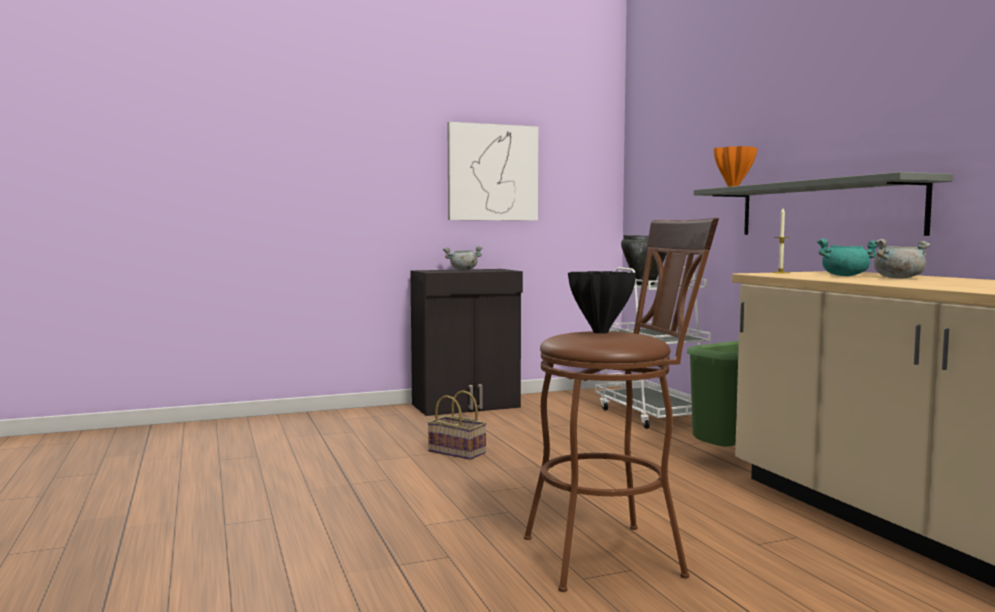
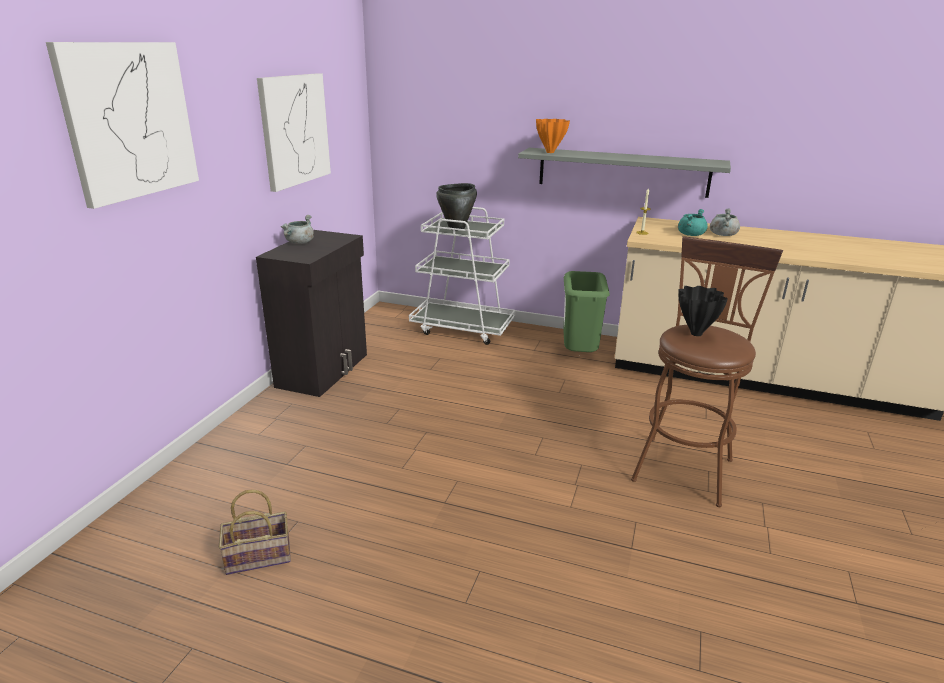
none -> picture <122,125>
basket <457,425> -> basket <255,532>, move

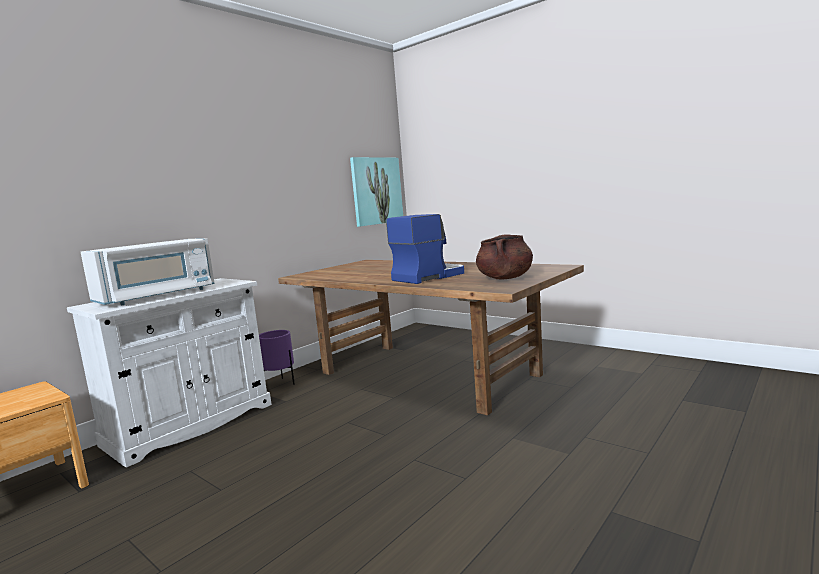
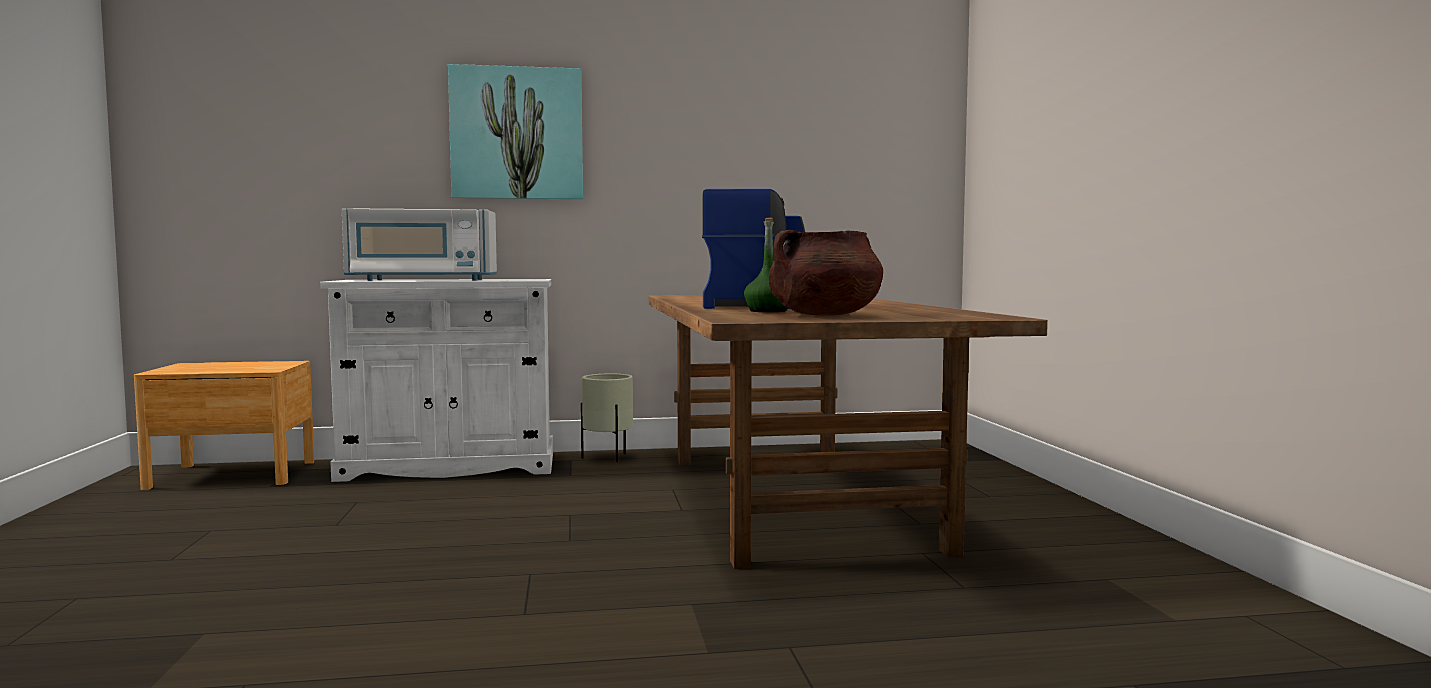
picture <376,192> -> picture <515,131>, move
purple planter <277,357> -> beige planter <607,418>
none -> green bottle <765,265>

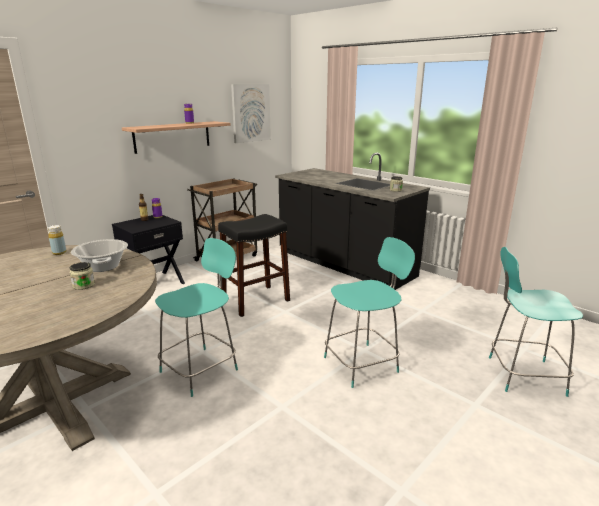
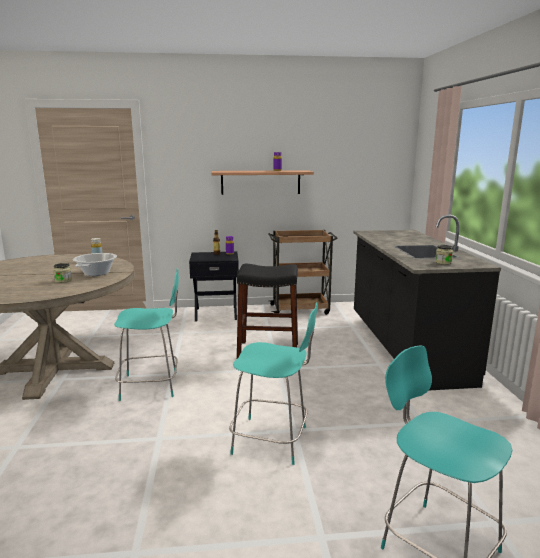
picture <251,113> -> none

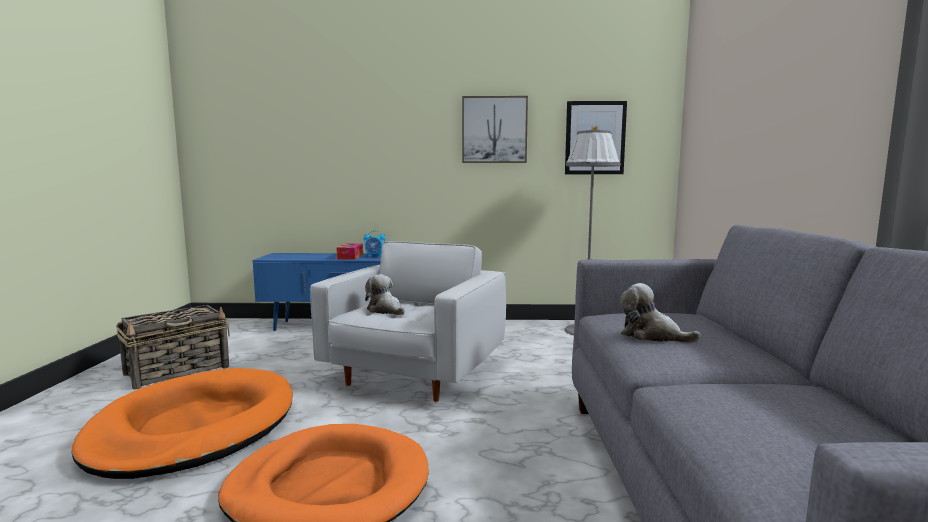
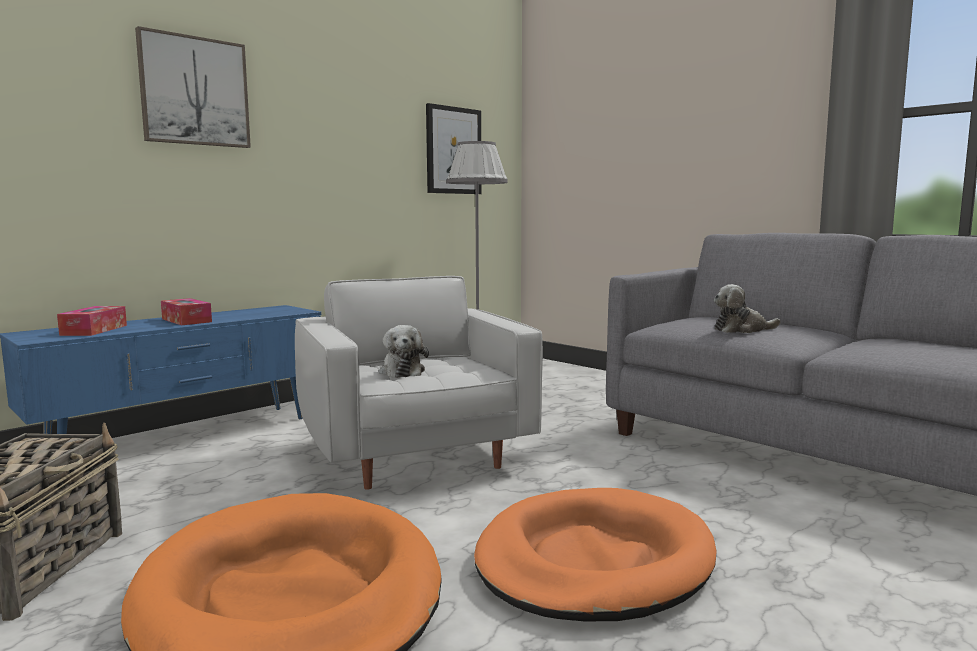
none -> tissue box <92,321>
picture <495,129> -> picture <193,87>, move
plush toy <385,294> -> plush toy <404,351>, 105 degrees counterclockwise
alarm clock <374,243> -> none

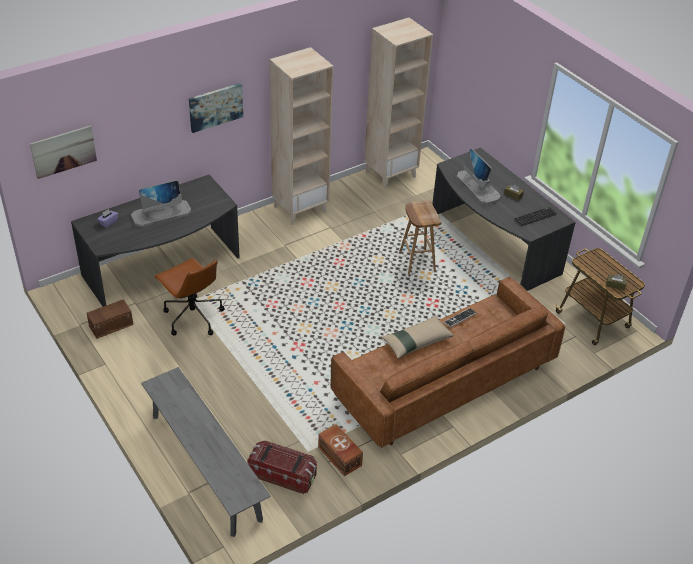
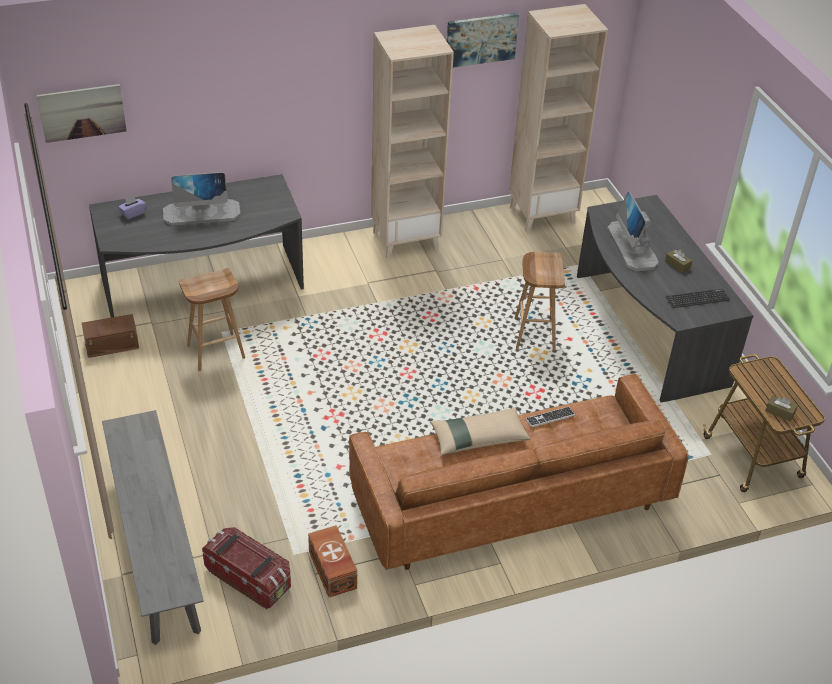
brown office chair <189,297> -> brown stool <212,319>
picture <216,108> -> picture <483,40>, move

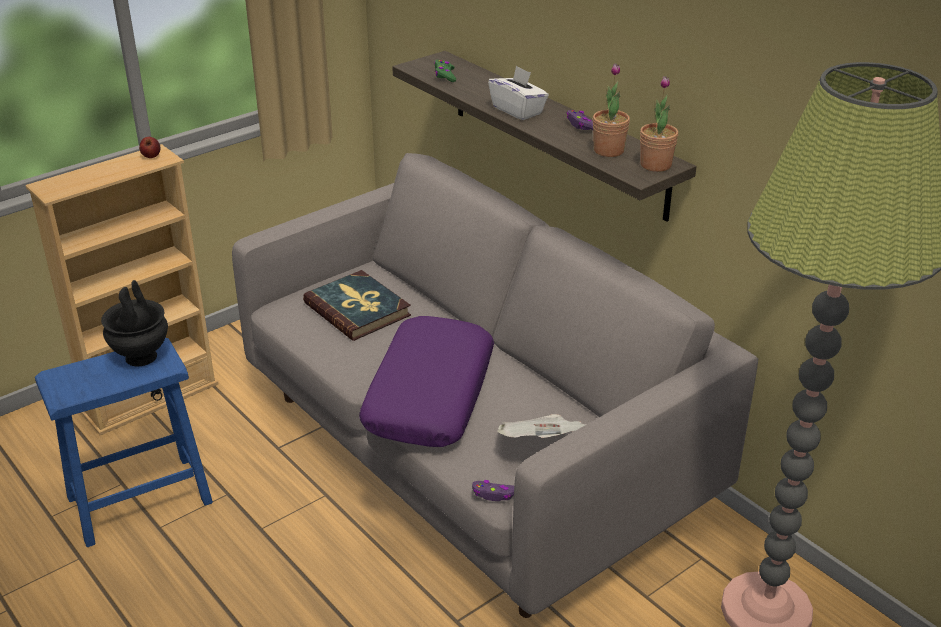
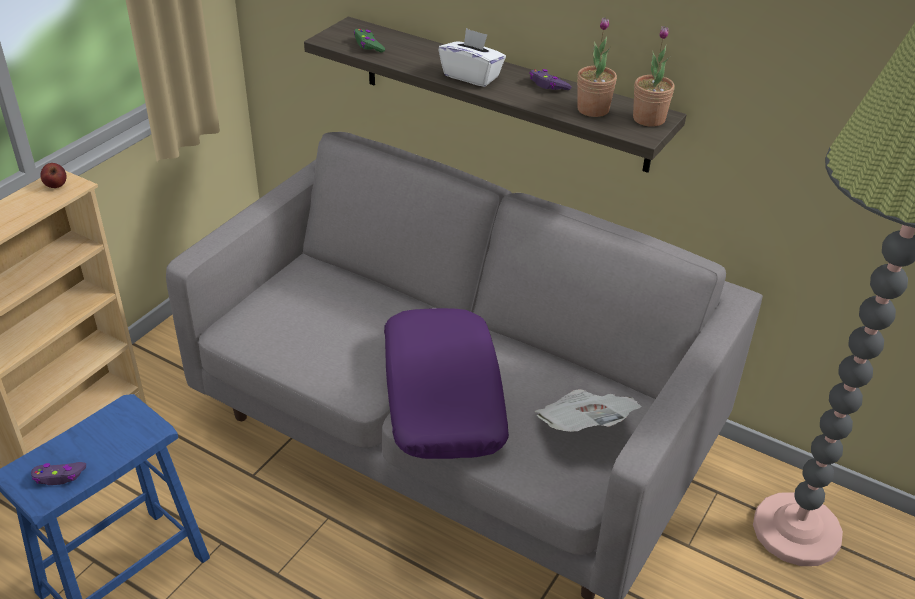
purple game controller <493,490> -> purple game controller <58,473>, move
black vase <134,323> -> none
book <357,305> -> none

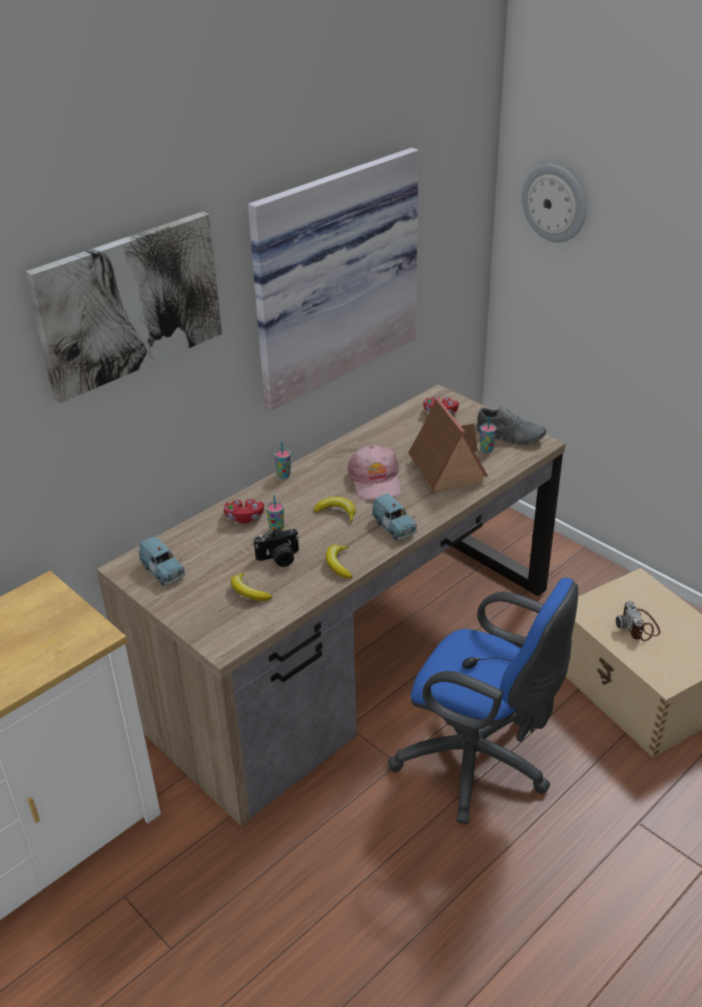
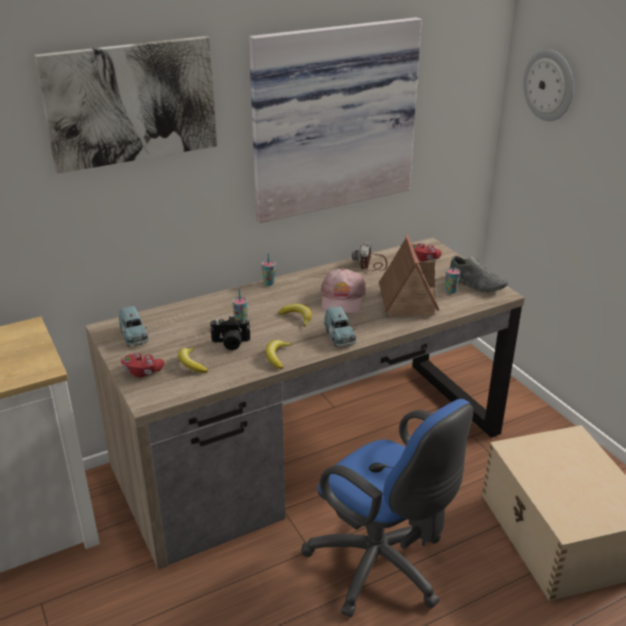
red game controller <244,511> -> red game controller <142,365>, move
photo camera <638,621> -> photo camera <370,256>, move

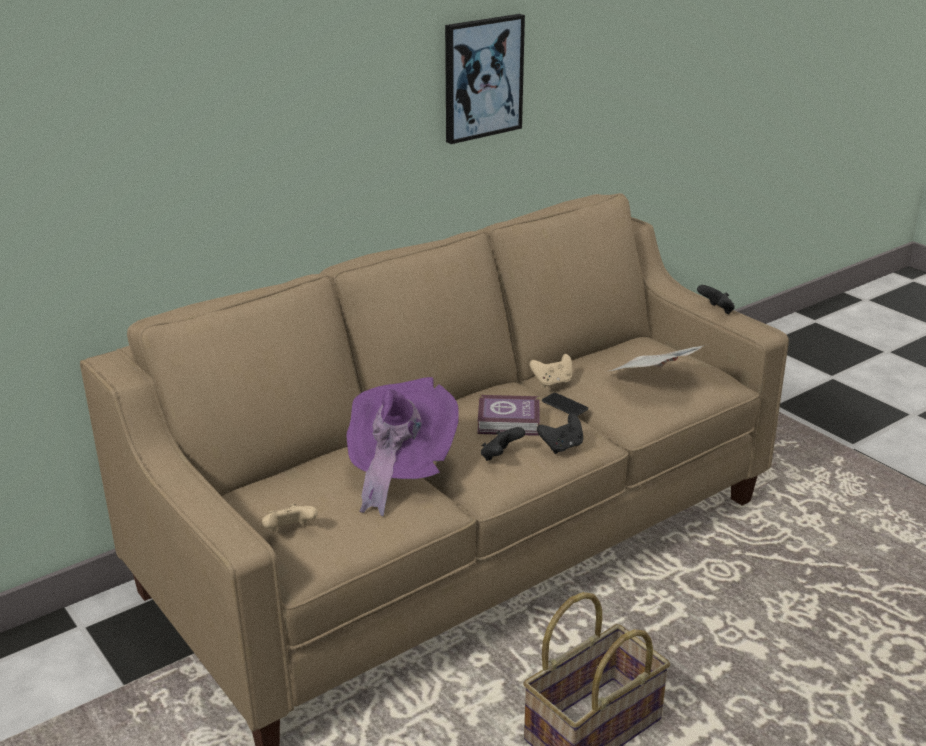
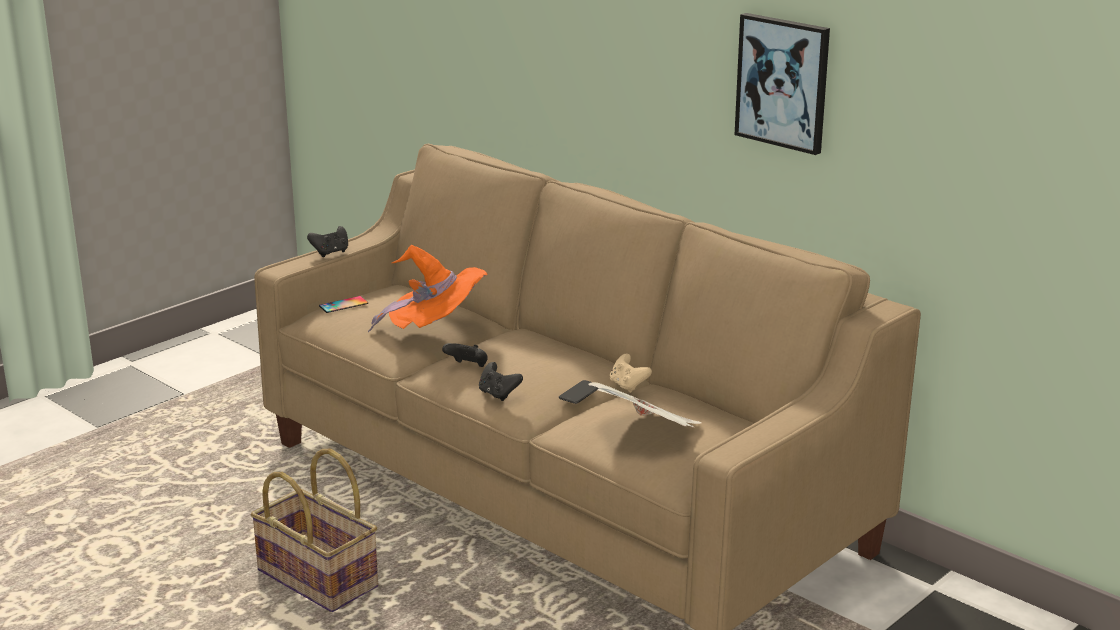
black game controller <716,299> -> black game controller <327,241>, move
beige game controller <290,517> -> phone <343,304>
purple hat <402,446> -> orange hat <428,288>
book <508,415> -> none

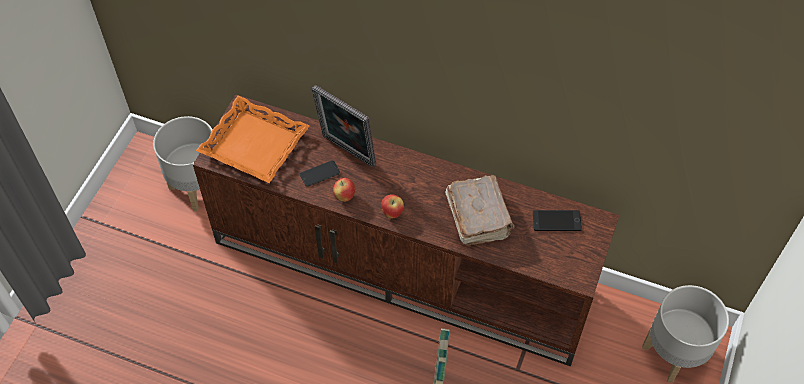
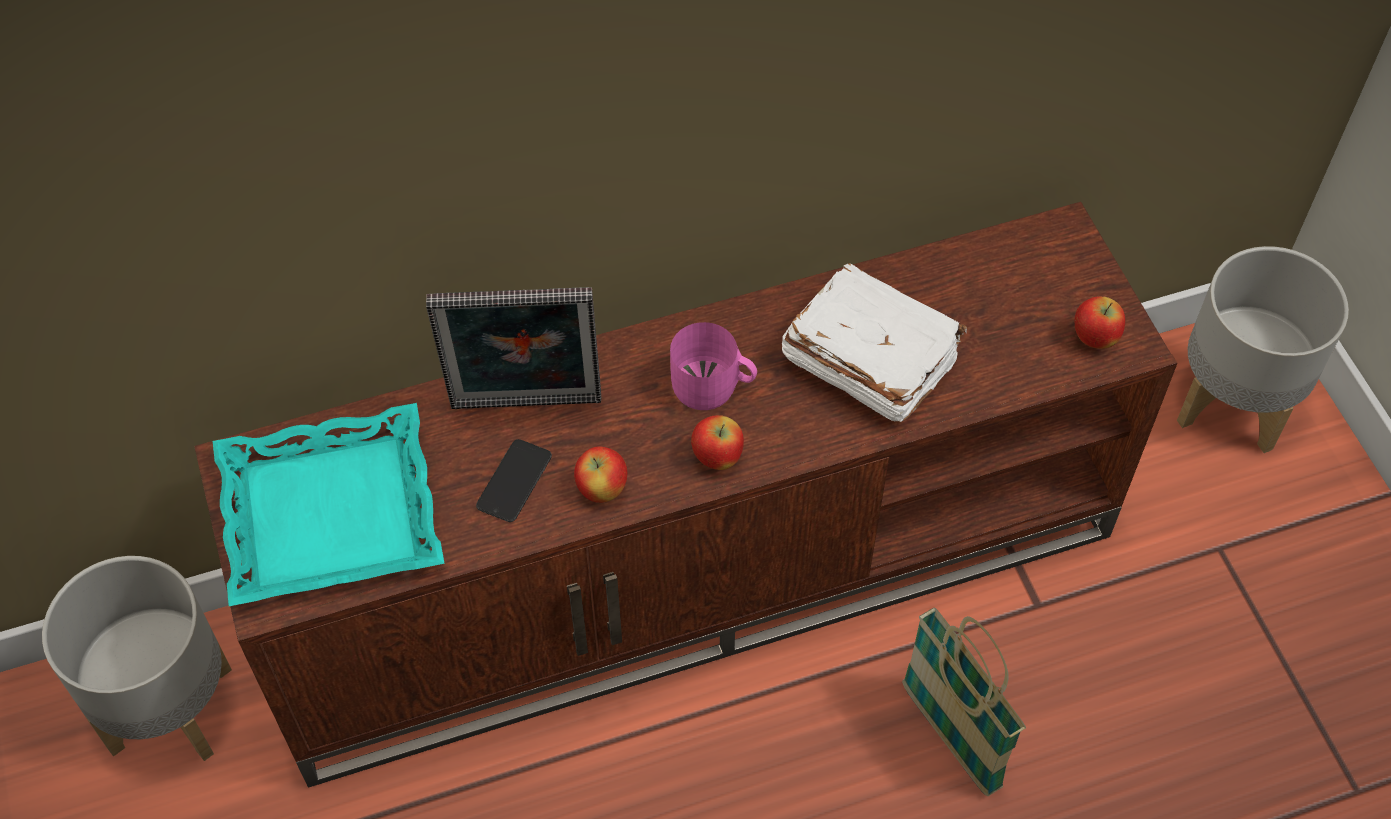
orange tray <252,139> -> turquoise tray <329,504>
none -> pink mug <713,366>
brown book <480,210> -> white book <874,342>
none -> apple <1099,322>
phone <557,220> -> none

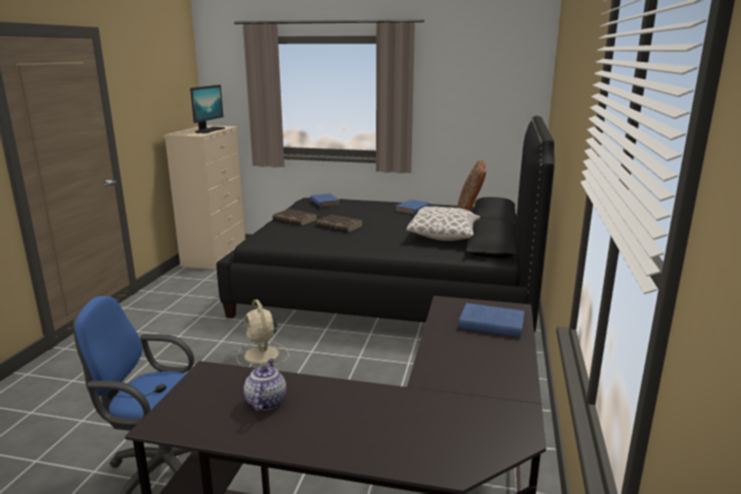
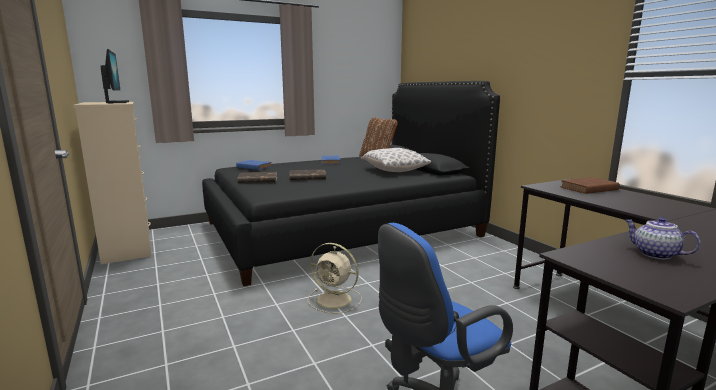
blue book <492,320> -> brown book <590,185>

